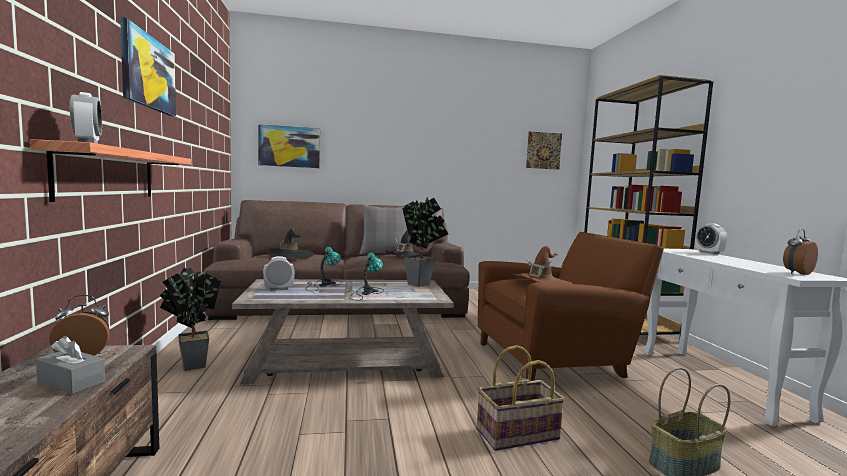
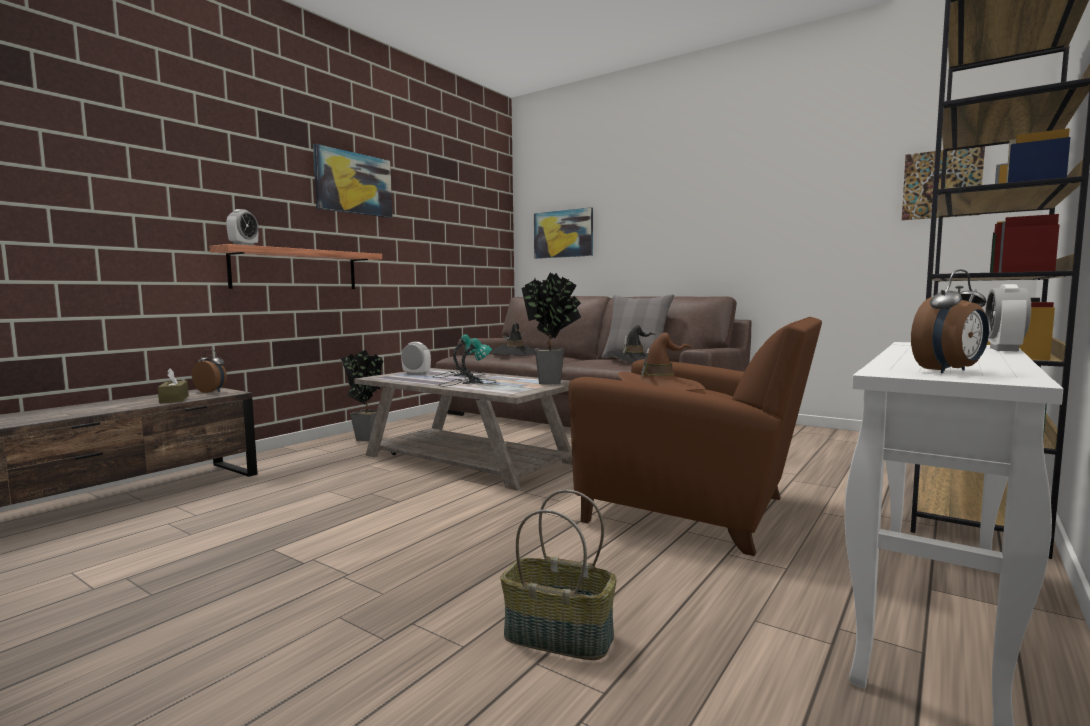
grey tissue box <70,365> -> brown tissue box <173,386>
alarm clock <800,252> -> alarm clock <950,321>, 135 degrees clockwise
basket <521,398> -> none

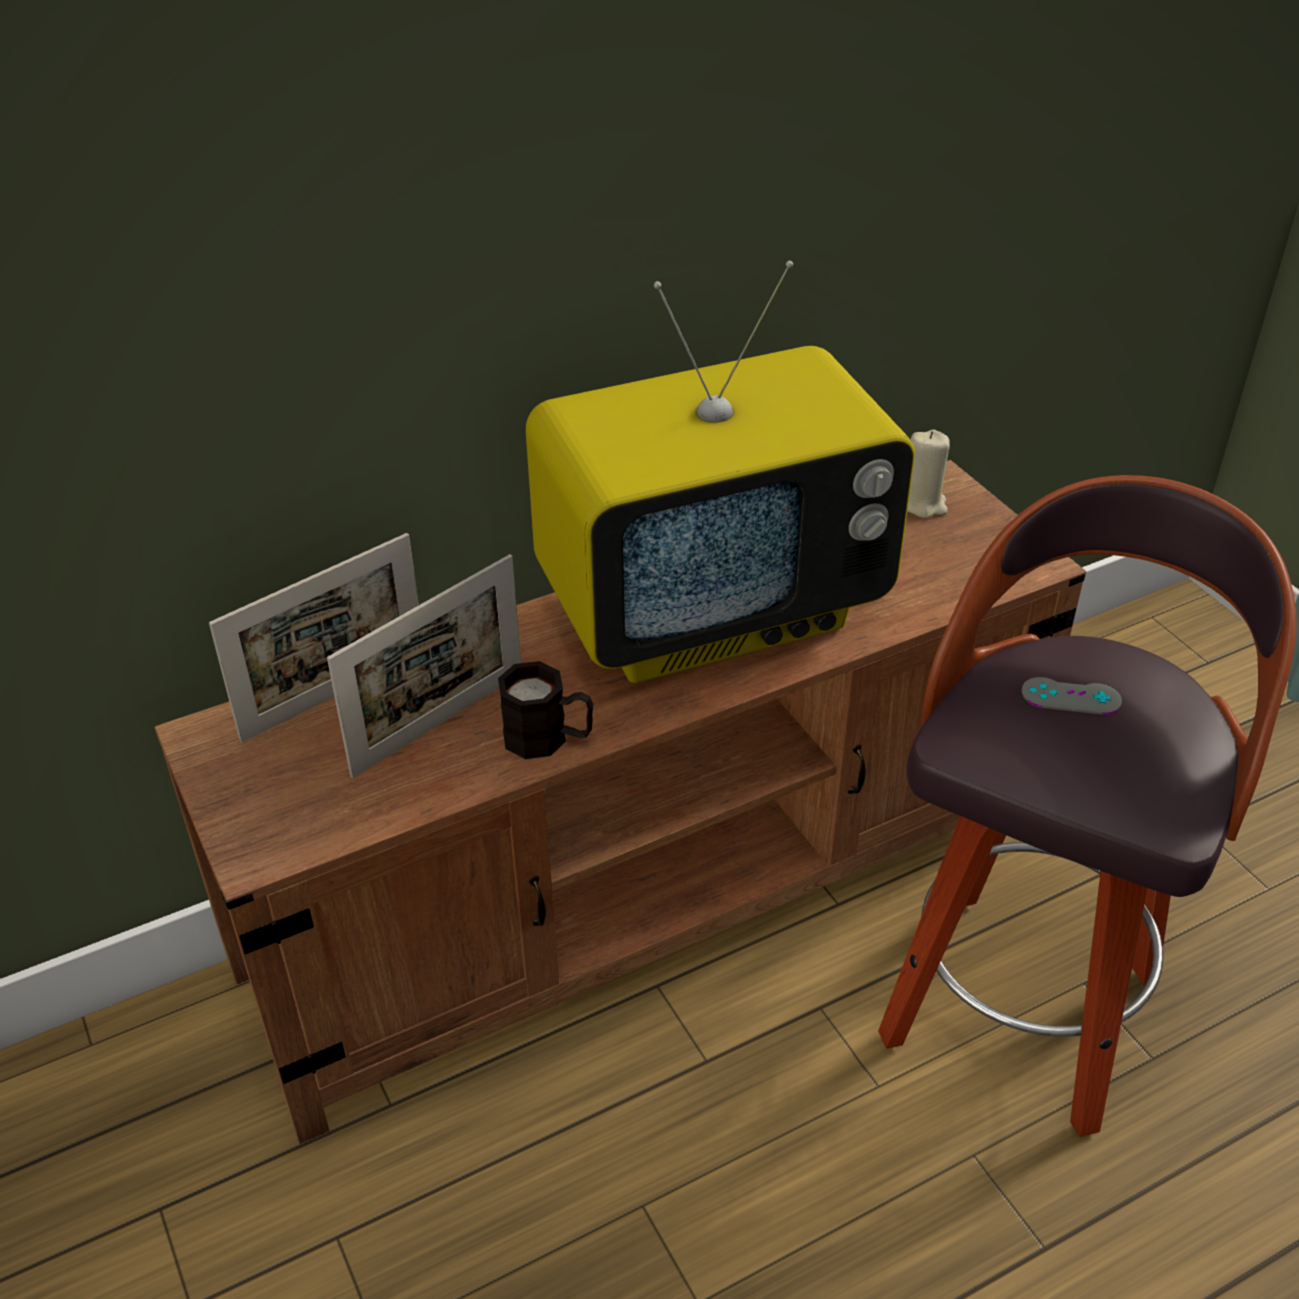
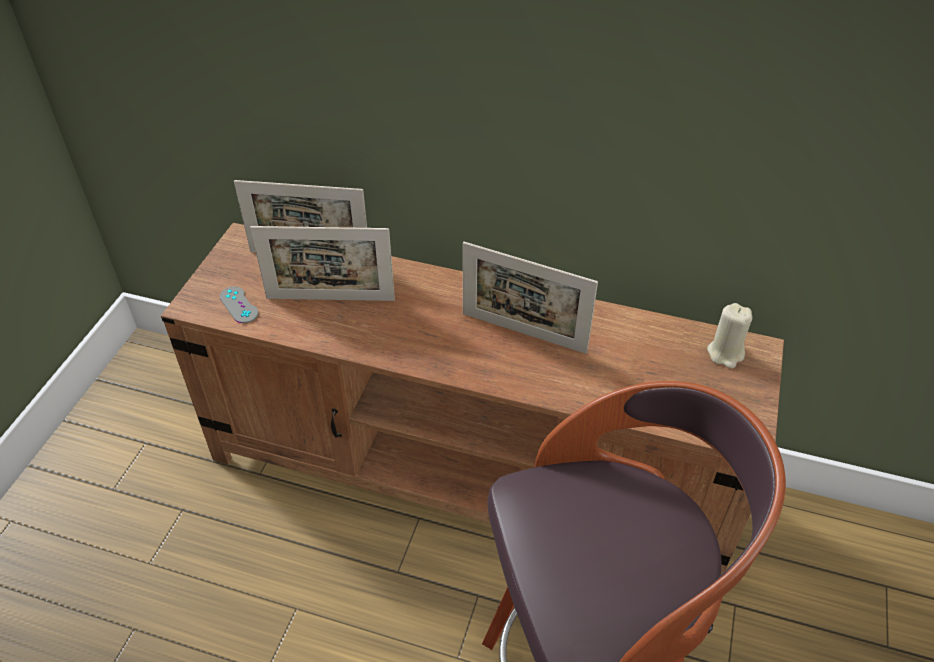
grey game controller <1072,696> -> grey game controller <239,304>, move
television <720,472> -> picture frame <530,298>
black mug <545,710> -> none

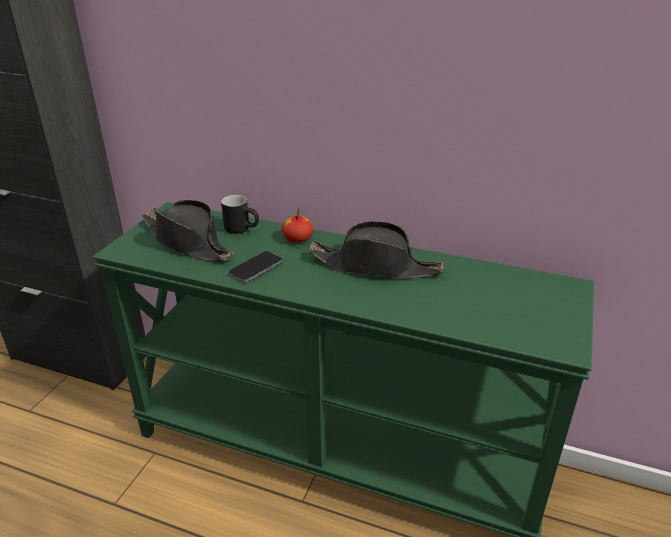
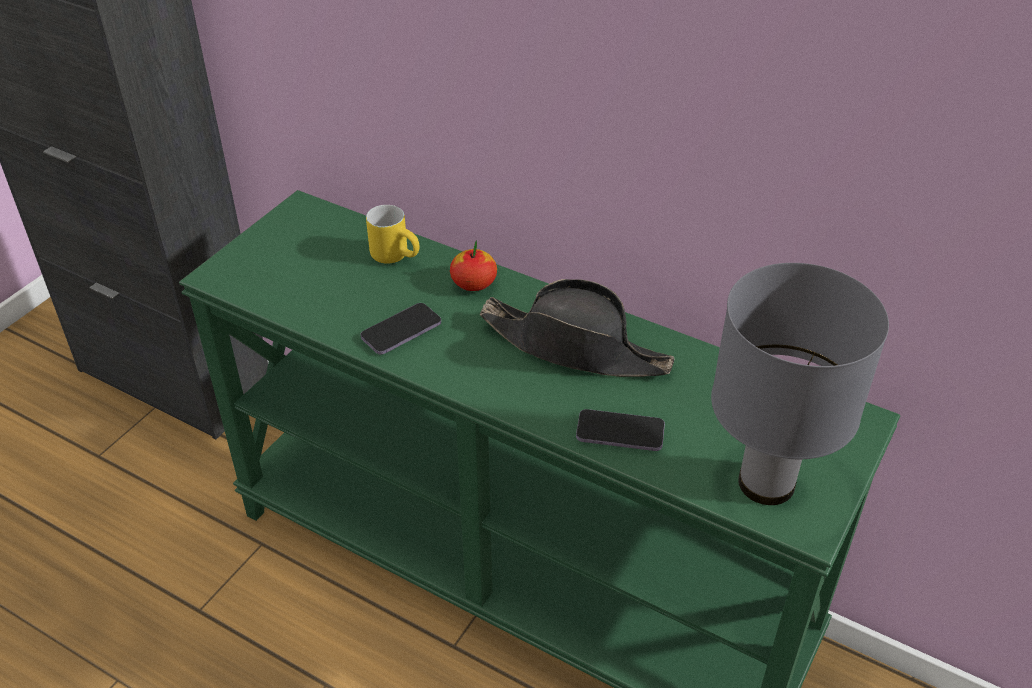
black mug <240,214> -> yellow mug <393,234>
none -> phone <620,430>
none -> grey table lamp <800,384>
black hat <187,230> -> none

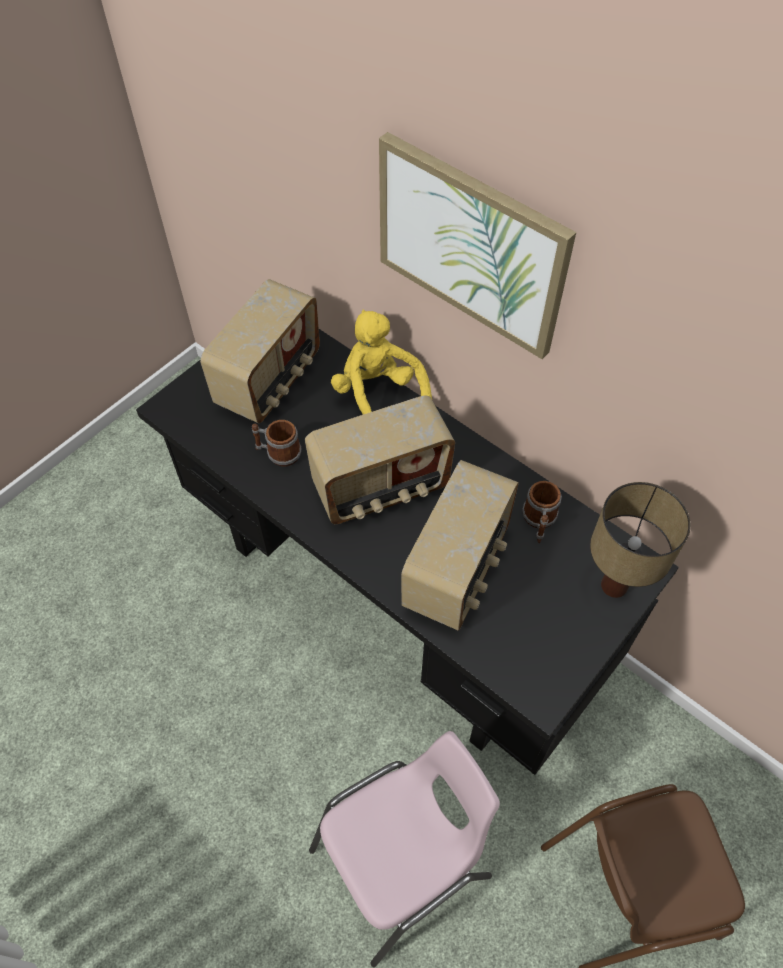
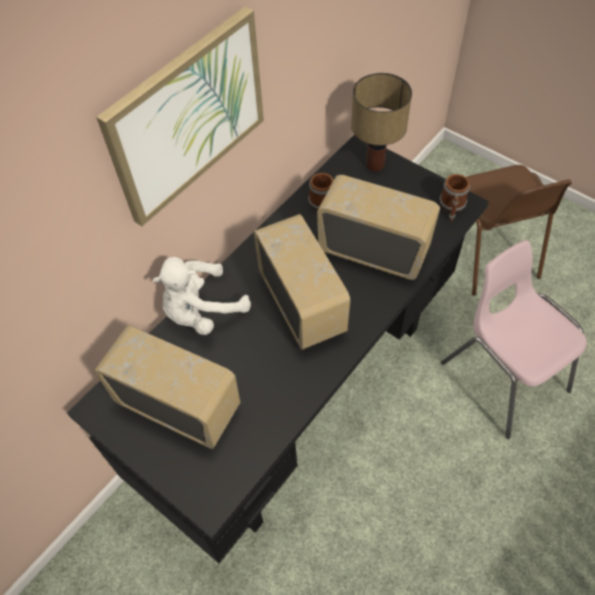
yellow plush toy <381,362> -> white plush toy <202,296>
mug <276,443> -> mug <454,198>, move

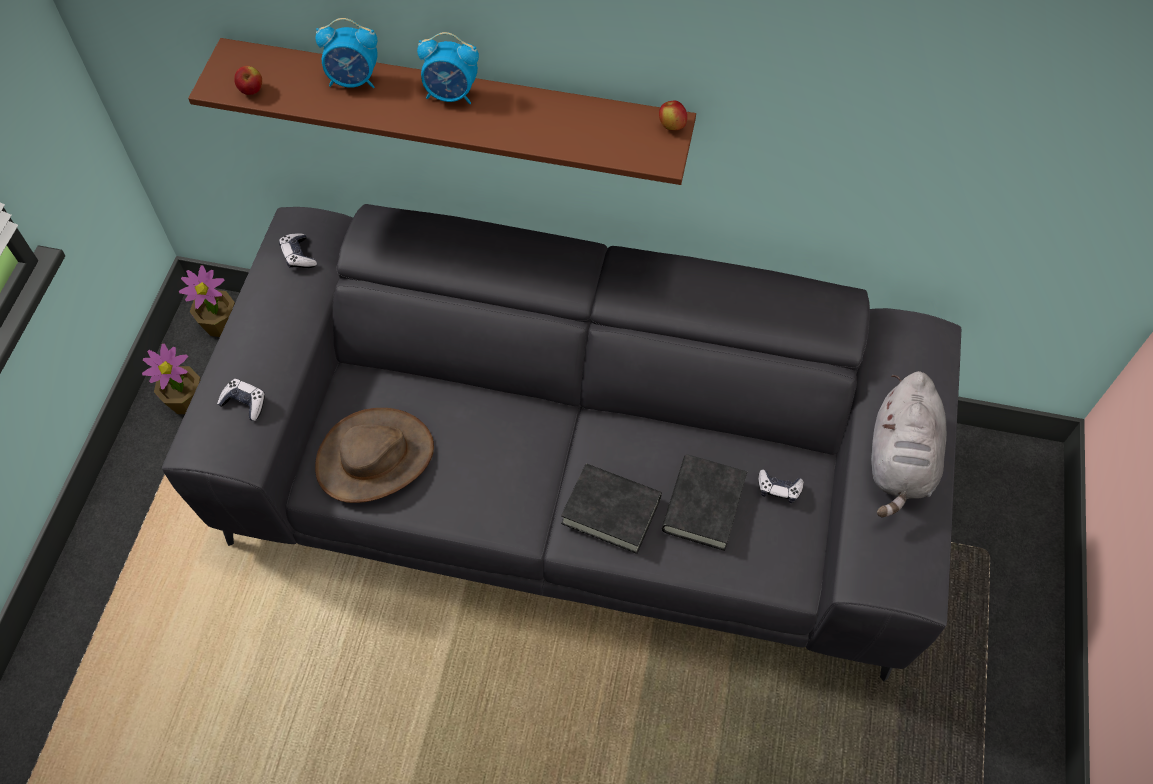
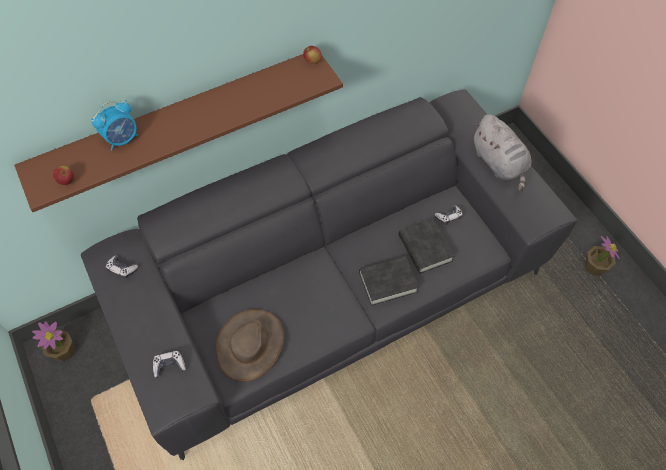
potted plant <171,378> -> potted plant <602,256>, move
alarm clock <448,68> -> none

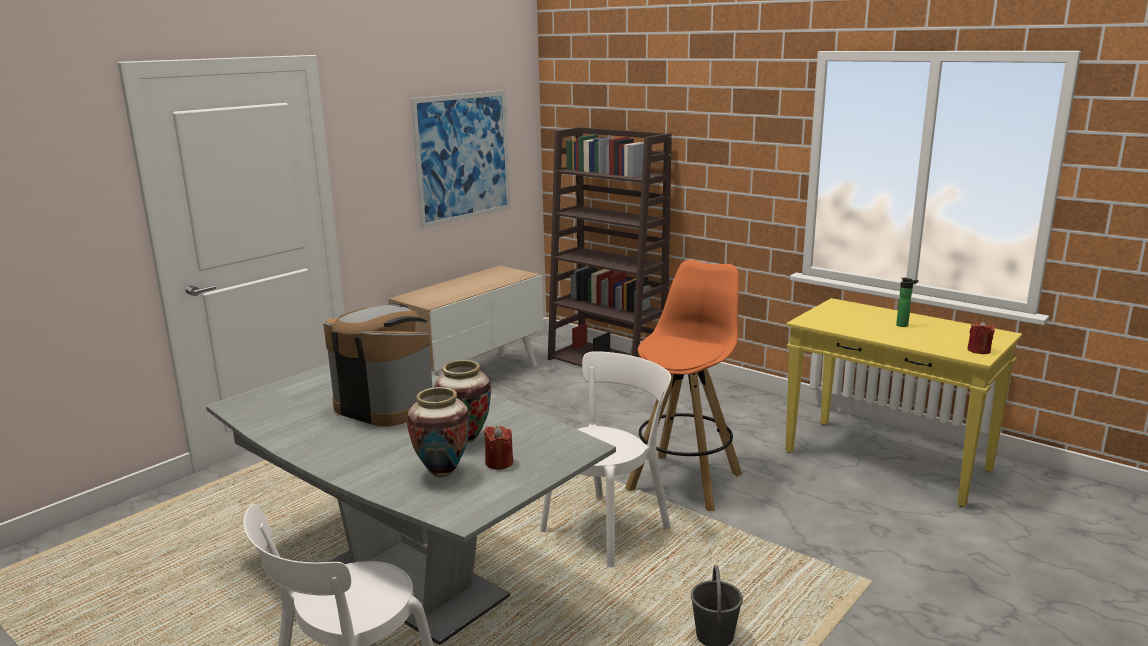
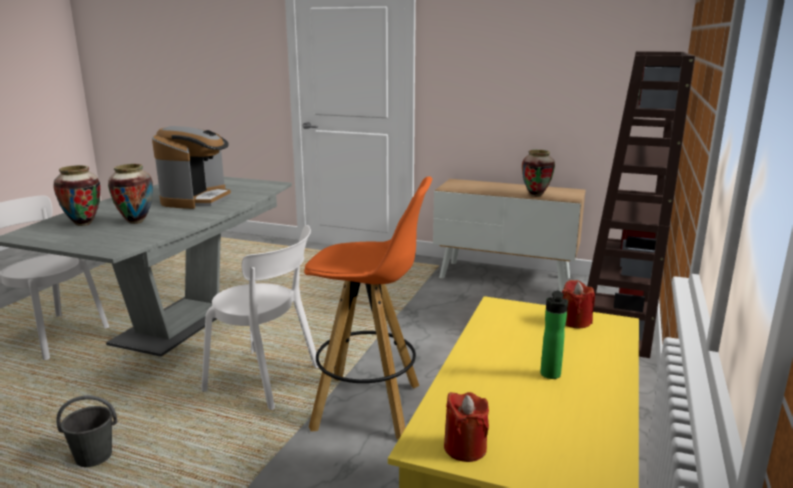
none -> vase <538,173>
red candle <498,448> -> red candle <578,304>, move
picture <460,159> -> none

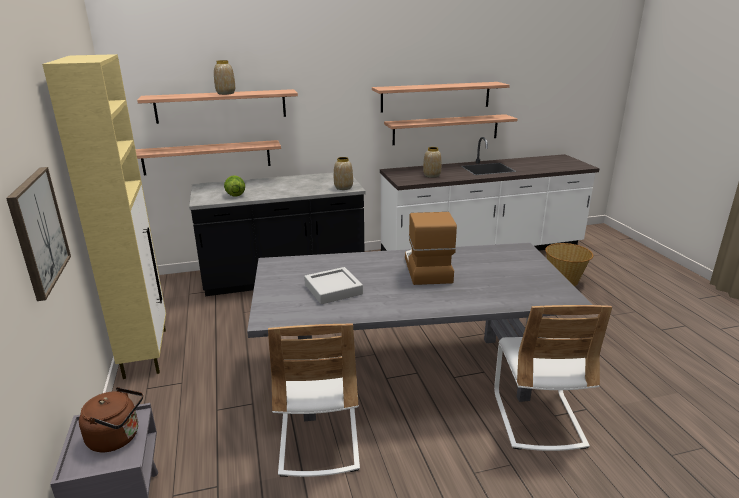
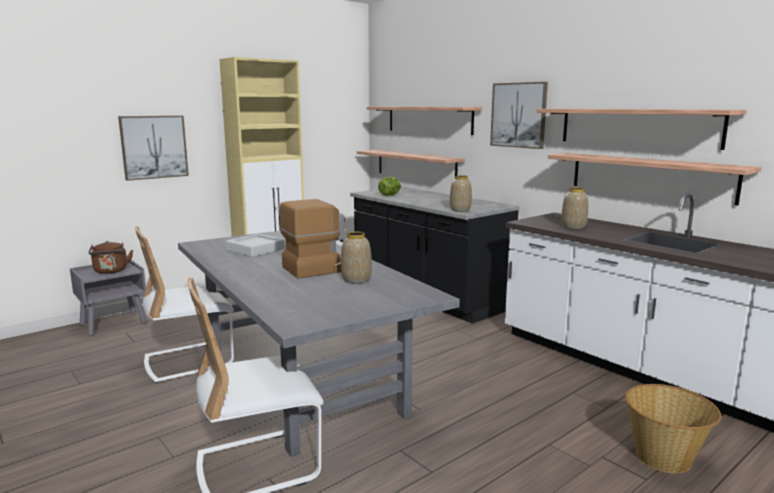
vase <224,77> -> vase <356,258>, move
none -> picture <519,115>

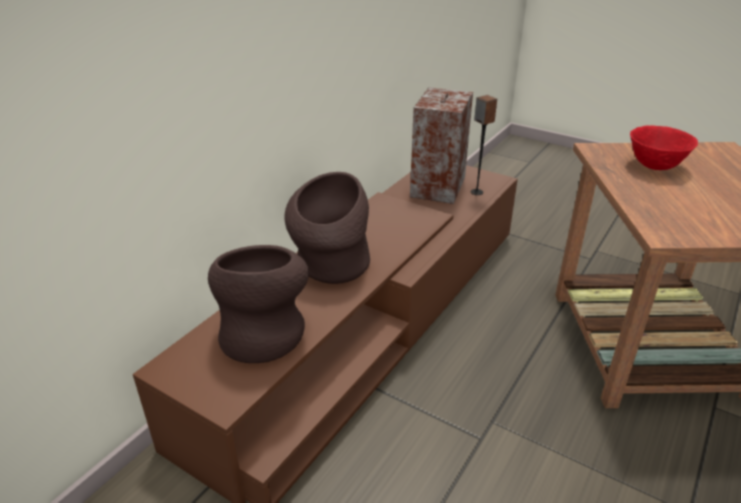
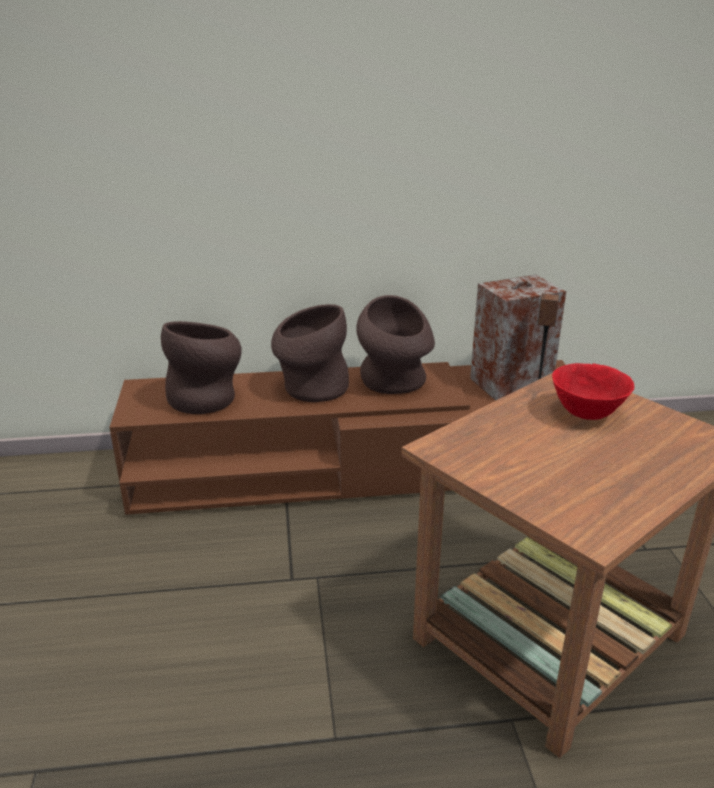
none -> brown vase <395,344>

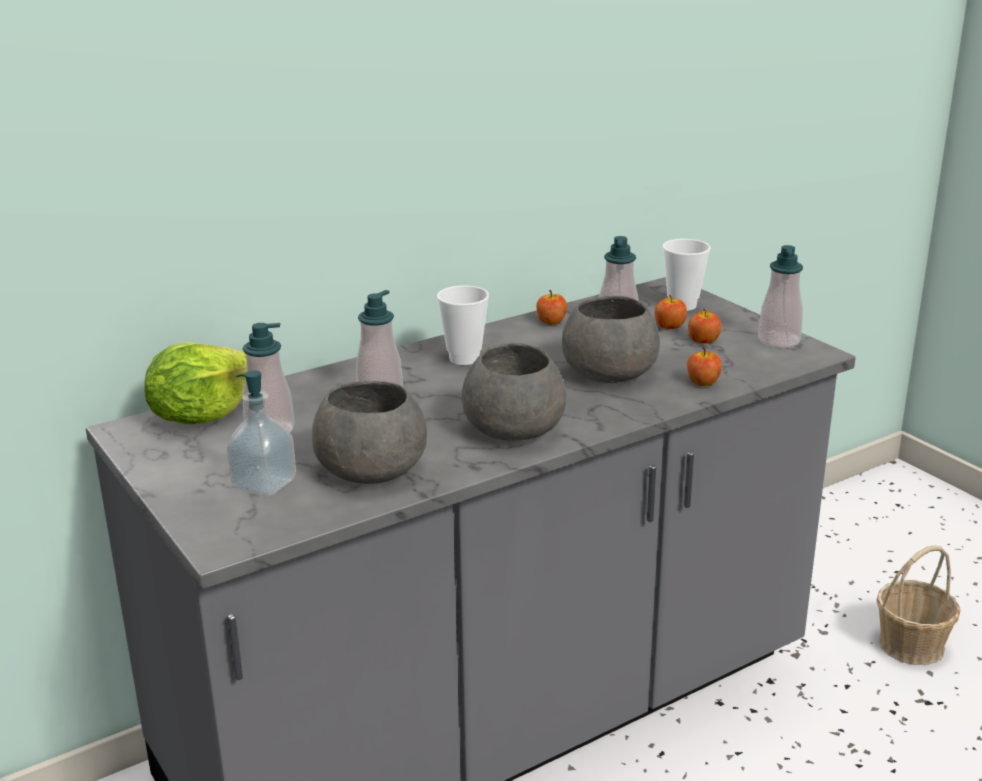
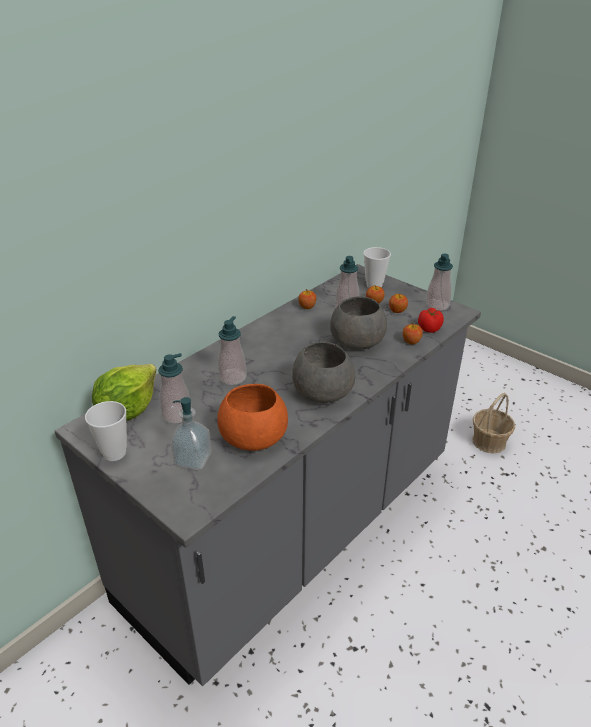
cup <463,325> -> cup <106,431>, move
grey bowl <369,432> -> orange bowl <252,417>
none -> tomato <431,320>

